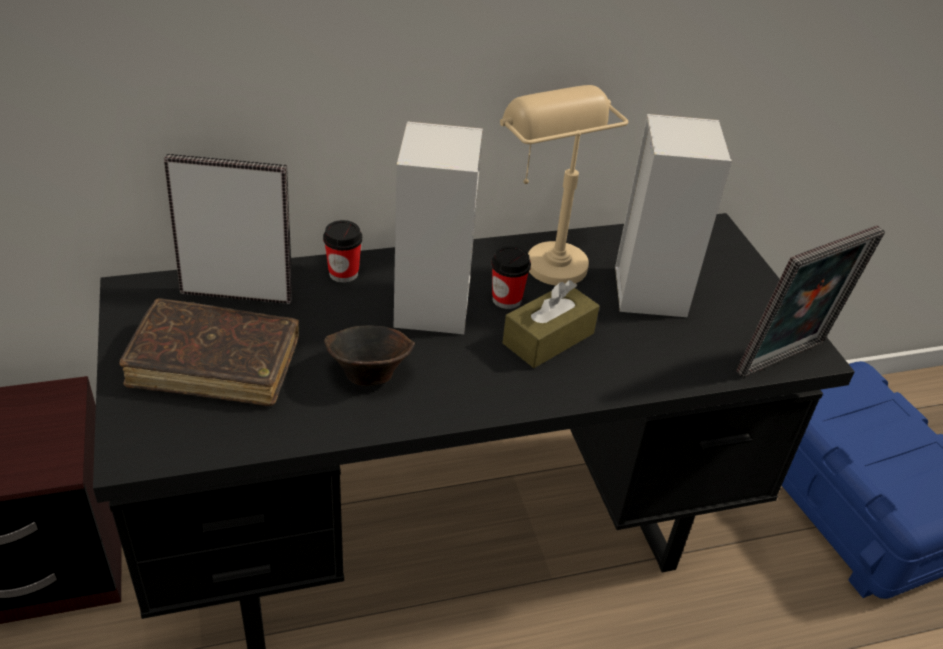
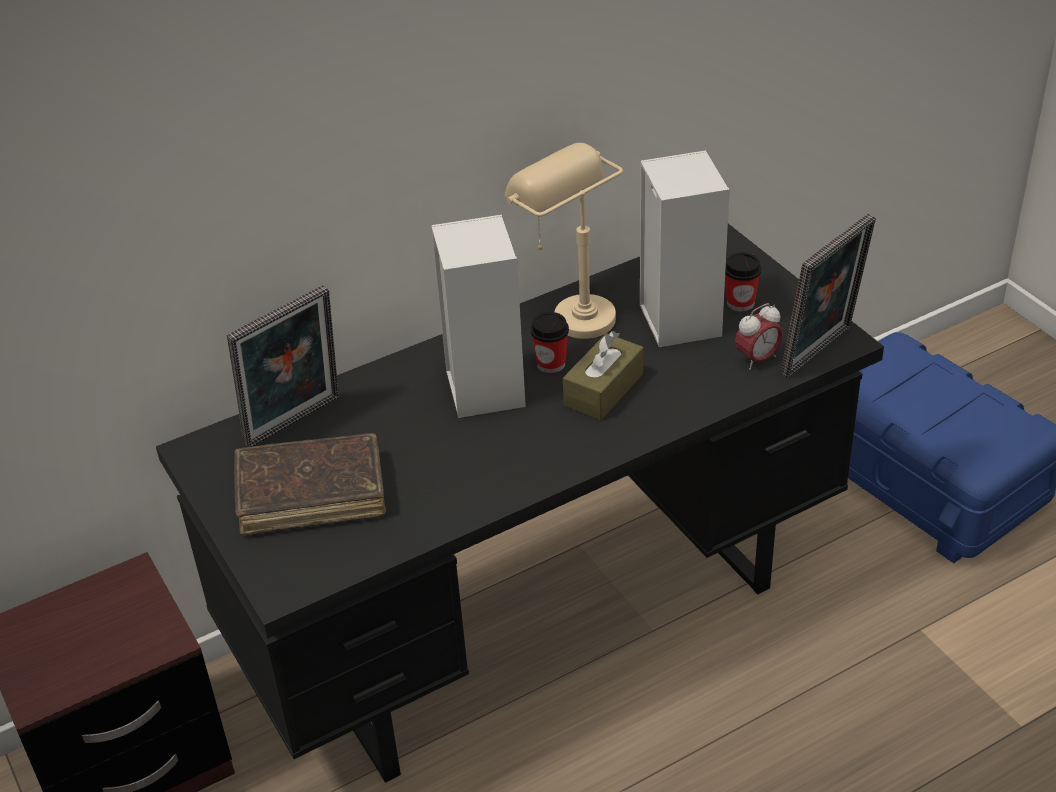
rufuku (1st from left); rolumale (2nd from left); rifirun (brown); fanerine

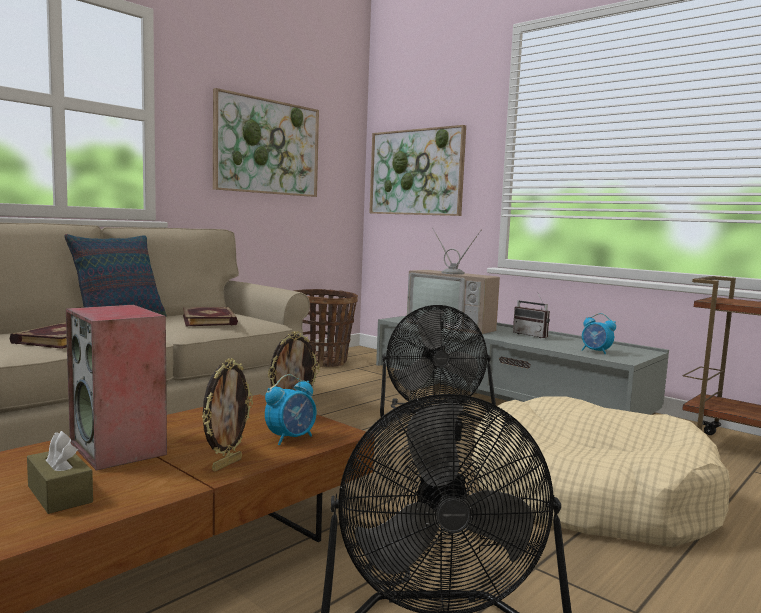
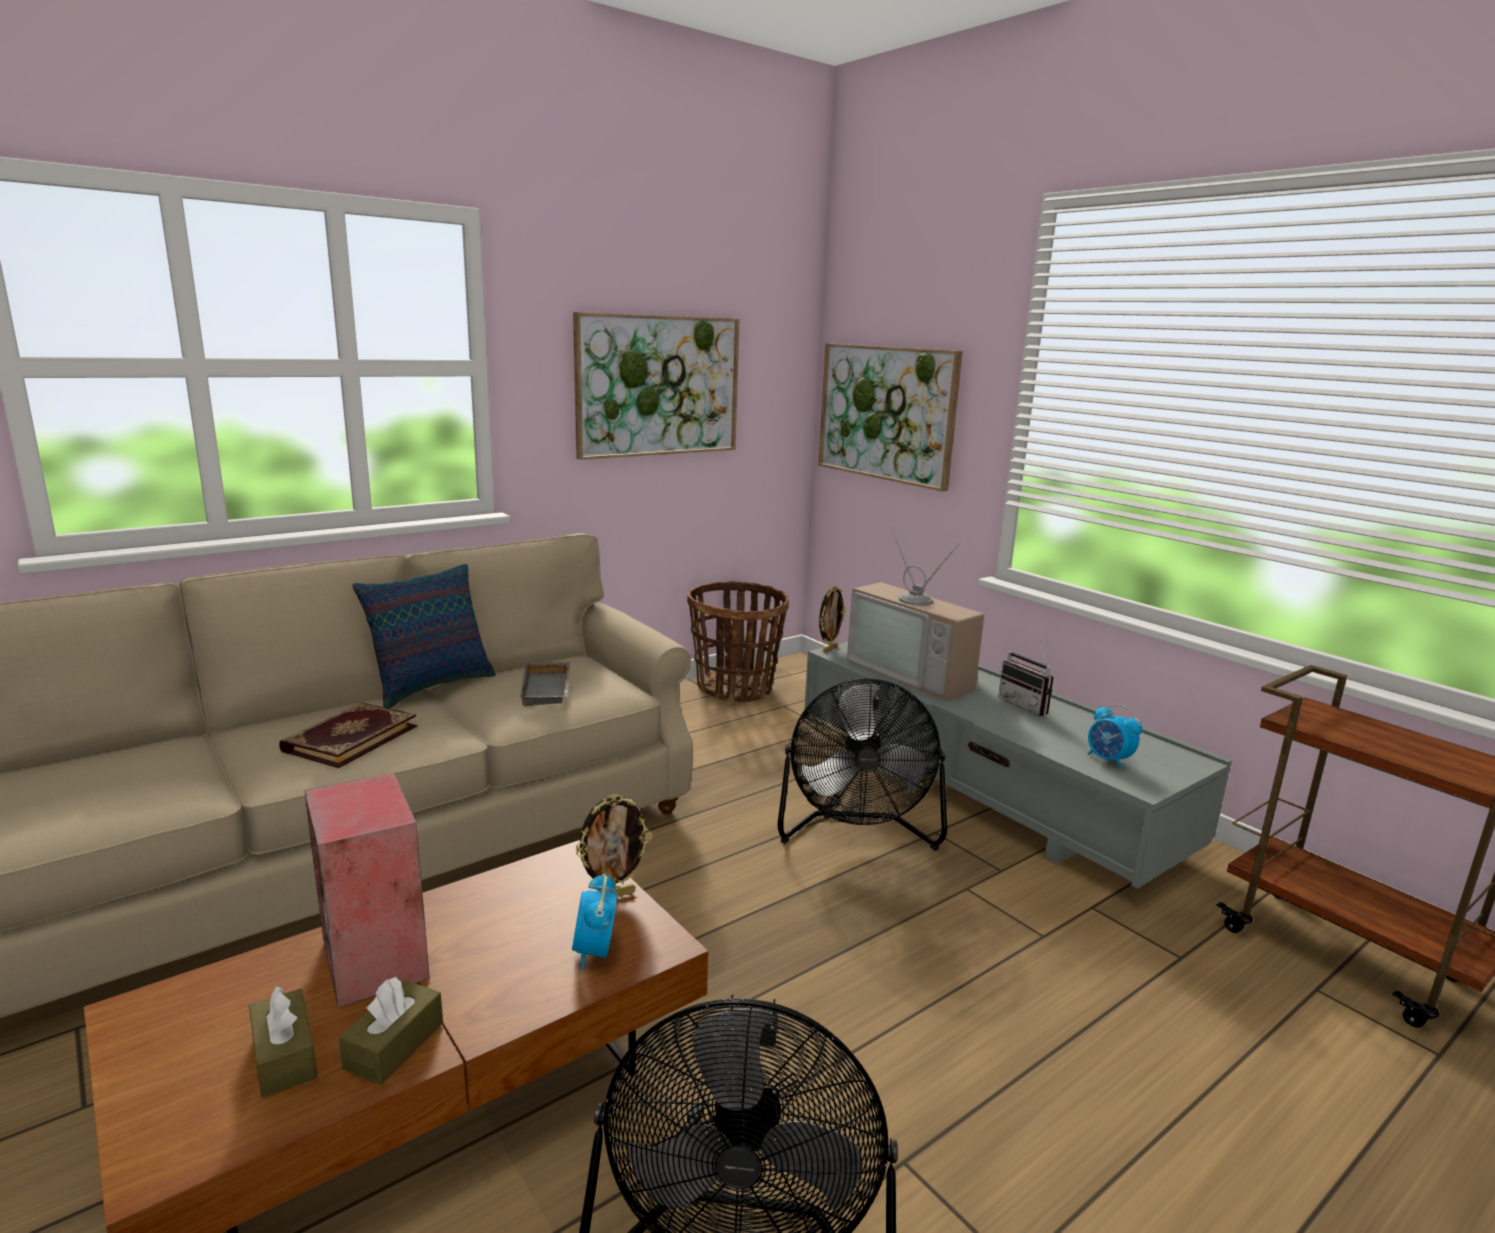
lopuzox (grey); rufuku (2nd from left); fanerine (1st from left); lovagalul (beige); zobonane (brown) (2nd from left)

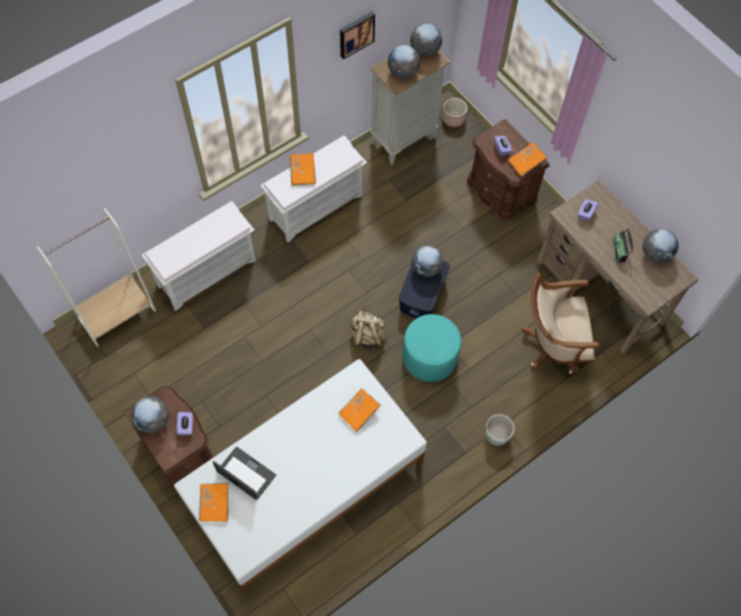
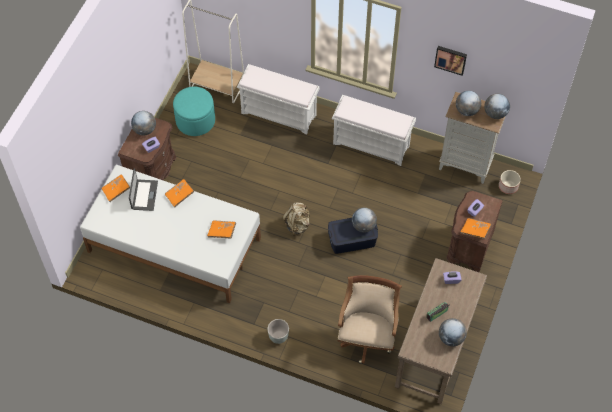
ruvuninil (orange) (2nd from left); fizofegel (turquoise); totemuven

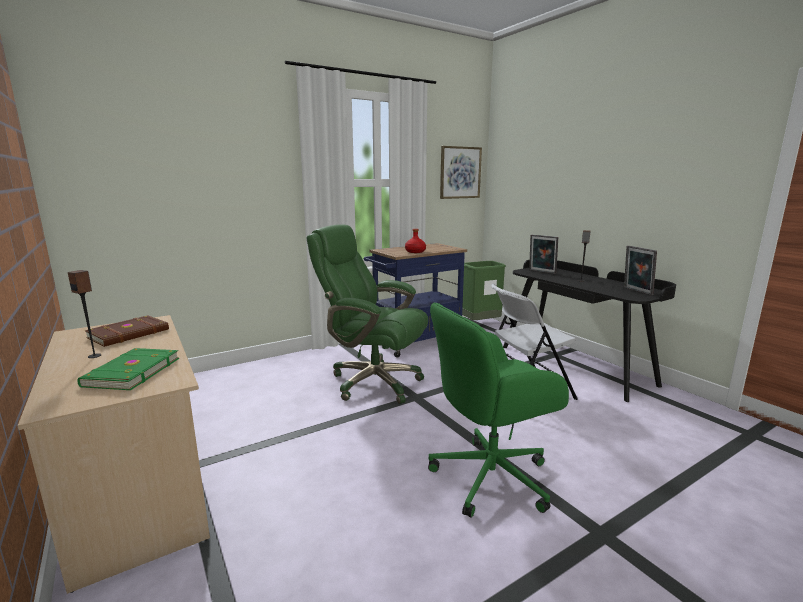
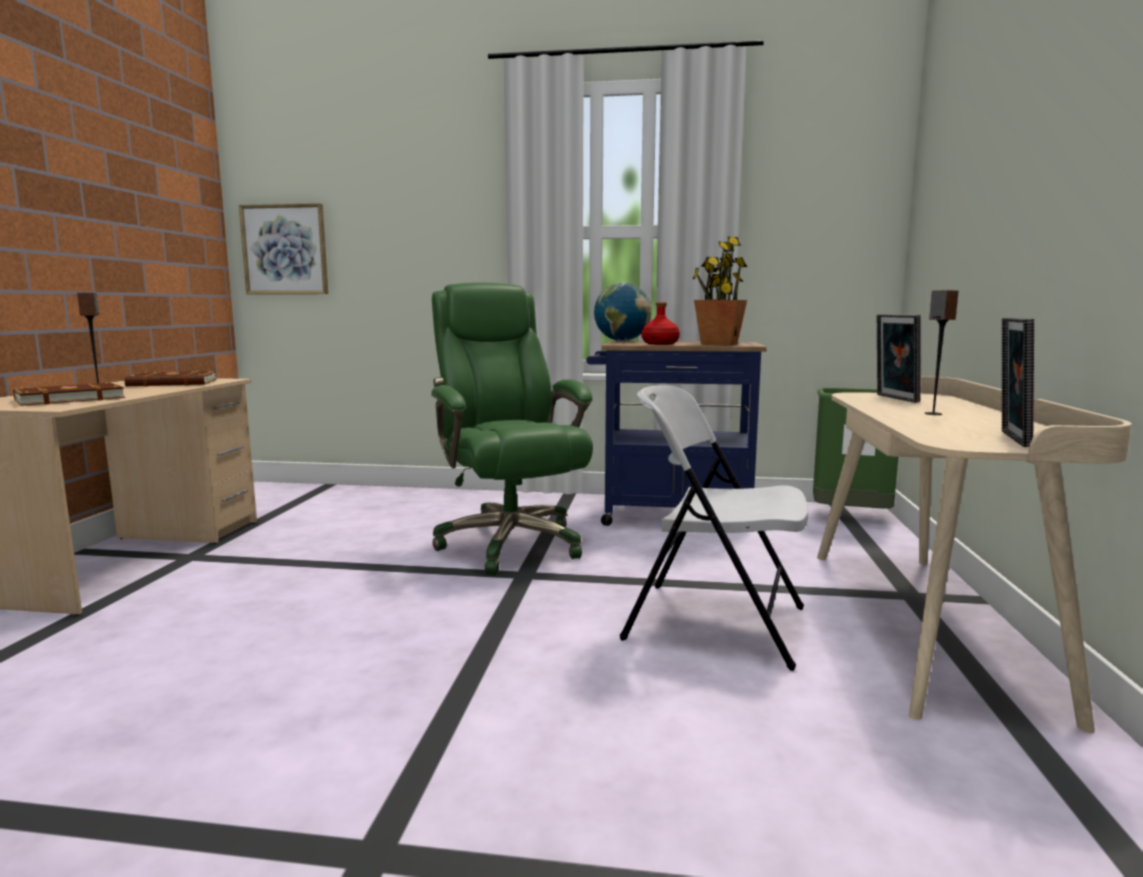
ruvuninil (brown) (1st from left); totemuven (green) (2nd from left in the first image); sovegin; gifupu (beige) (2nd from left); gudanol; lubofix

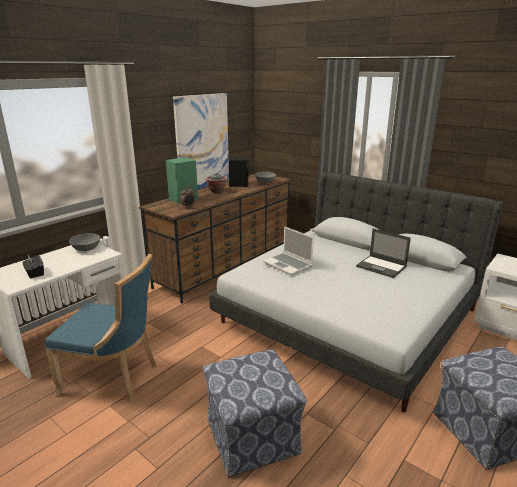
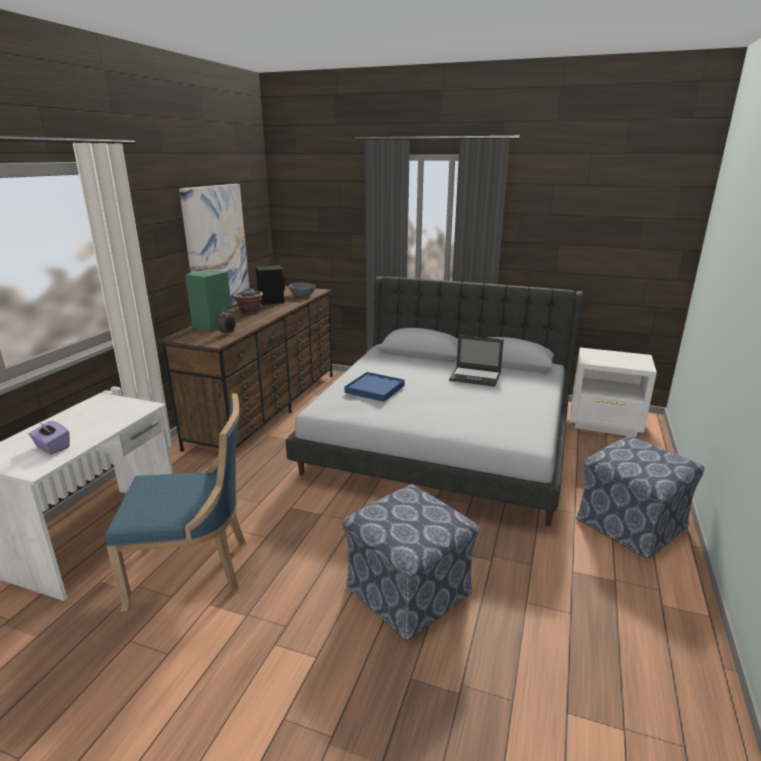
zobonane (purple); rifirun (grey) (1st from left in the first image); lopuzox (blue)

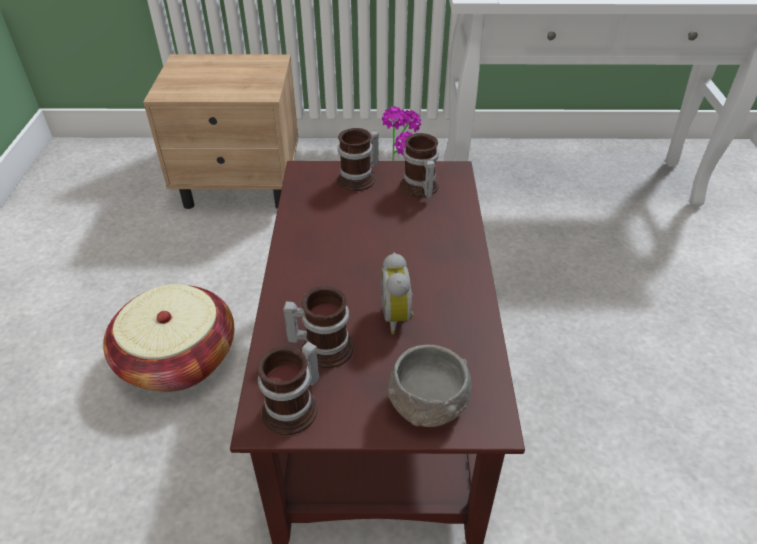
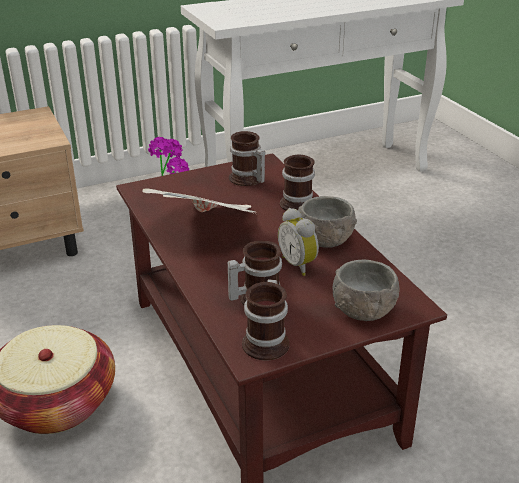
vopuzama (4th from left); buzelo; rifirun (grey) (1st from left)

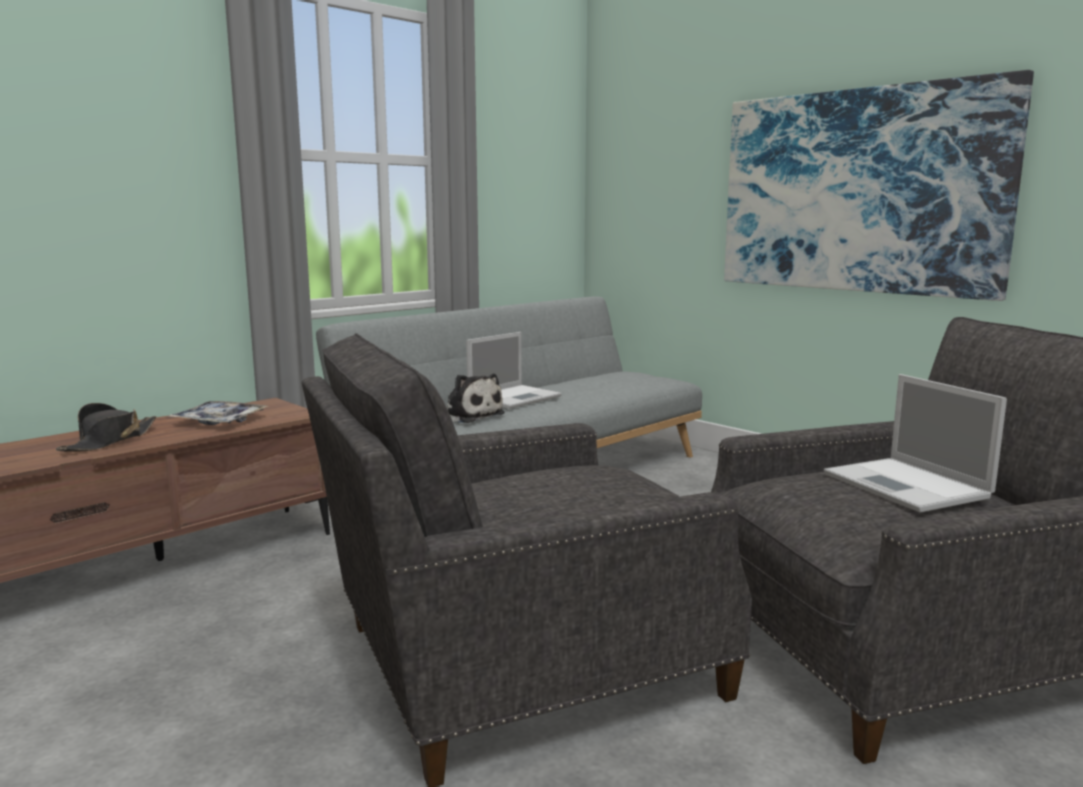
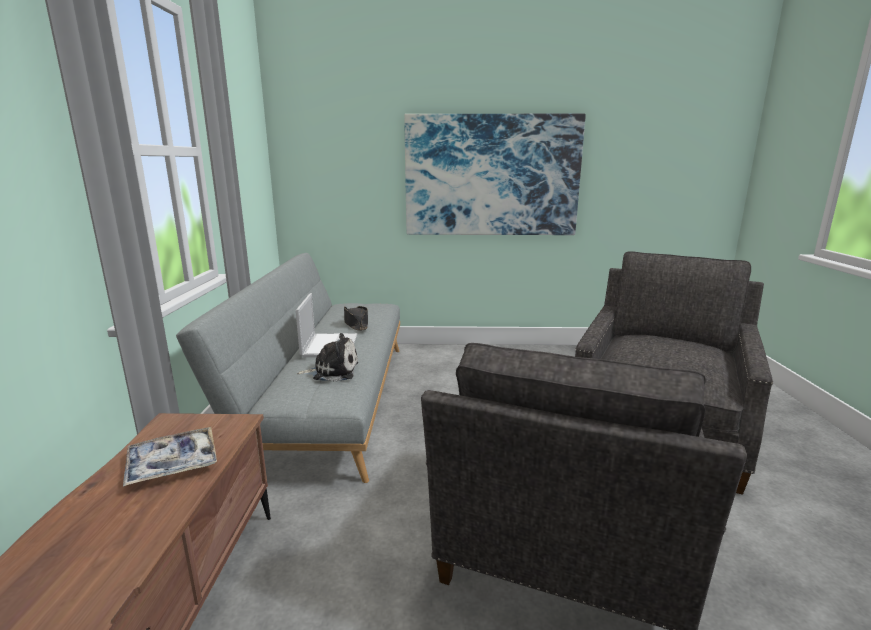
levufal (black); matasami (2nd from left in the first image)

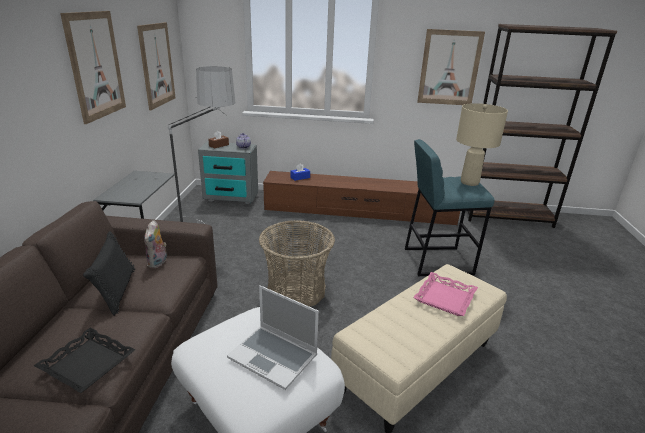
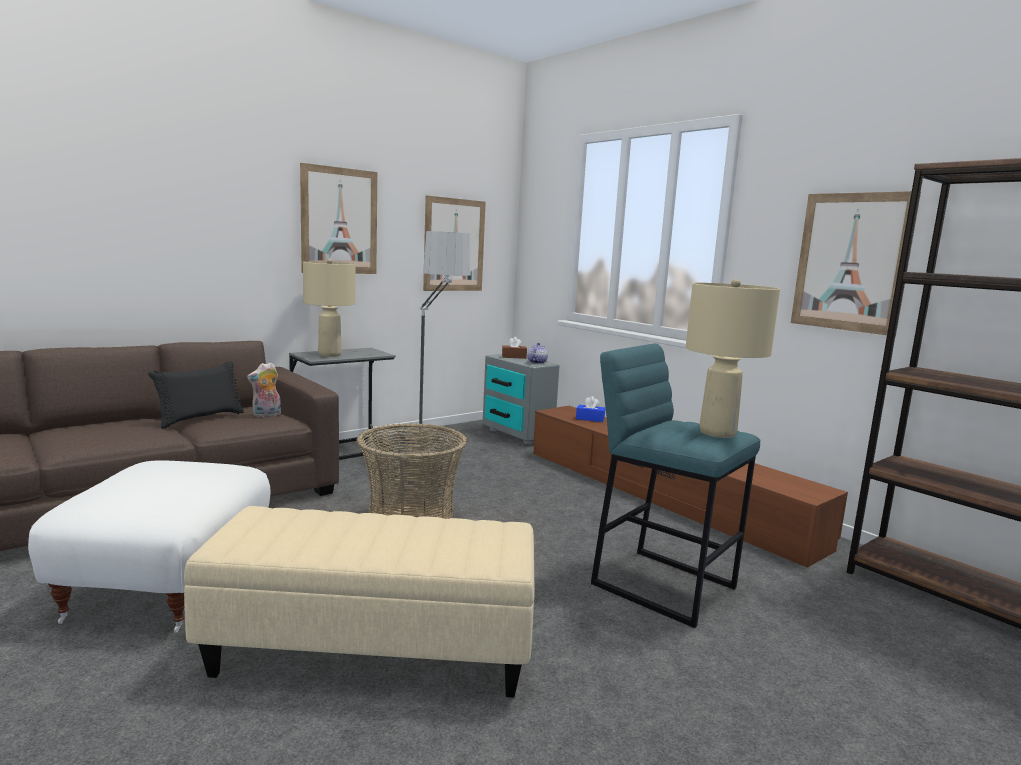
lopuzox (black); matasami; lopuzox (pink); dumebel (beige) (1st from left)

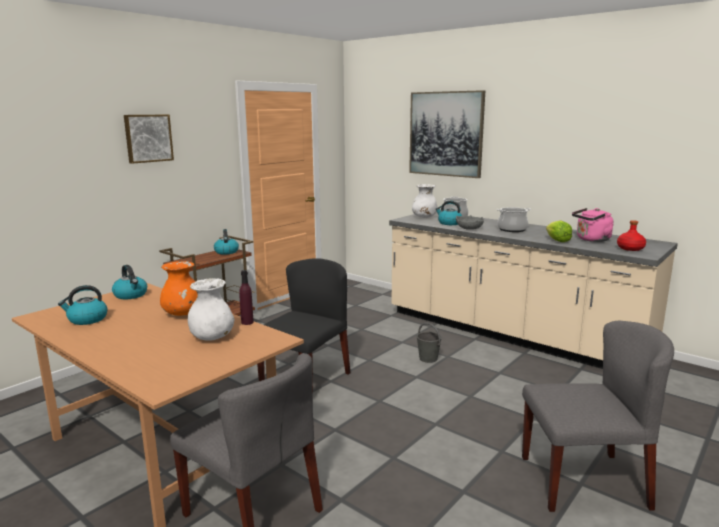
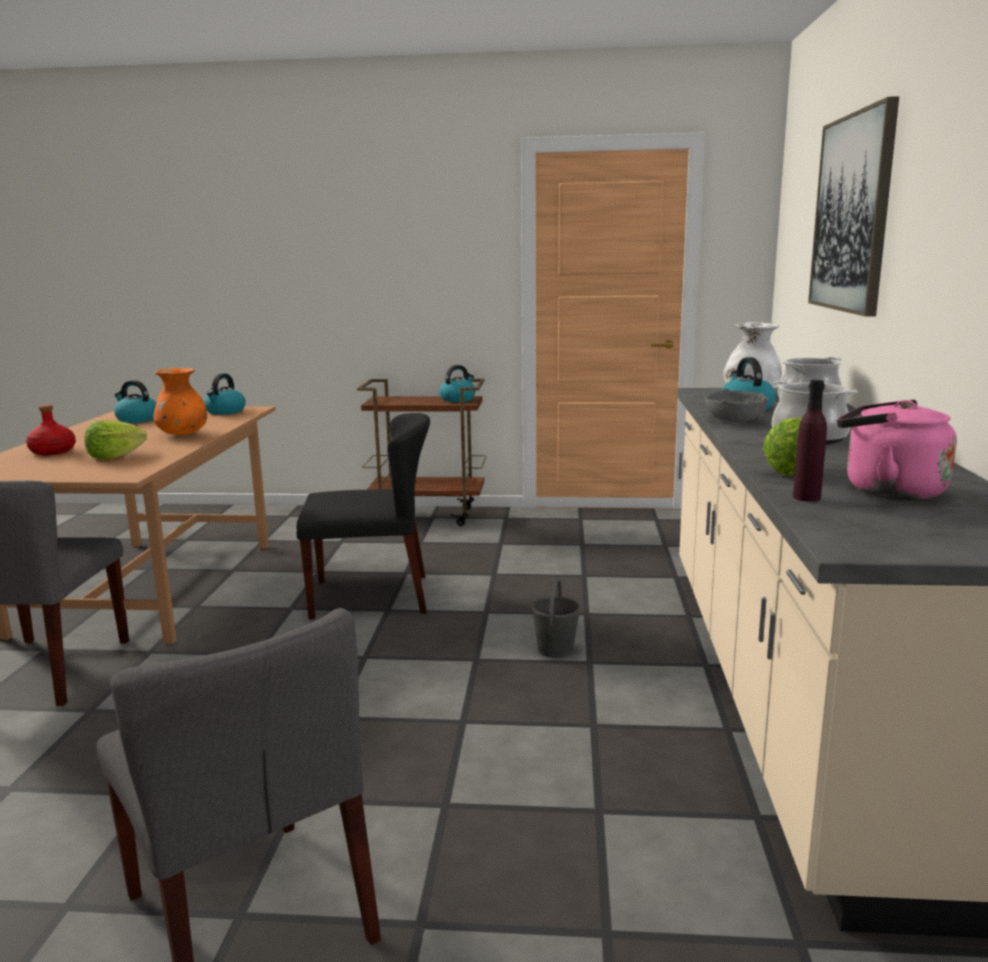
sovegin (1st from left in the first image); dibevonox (1st from left); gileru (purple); gileru (red)

